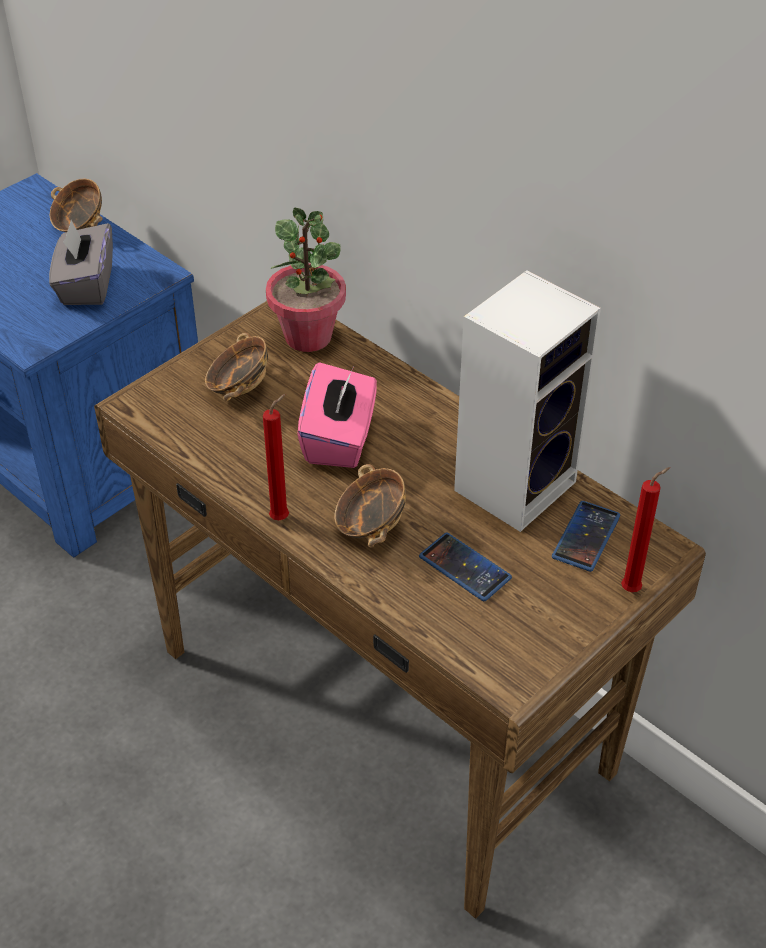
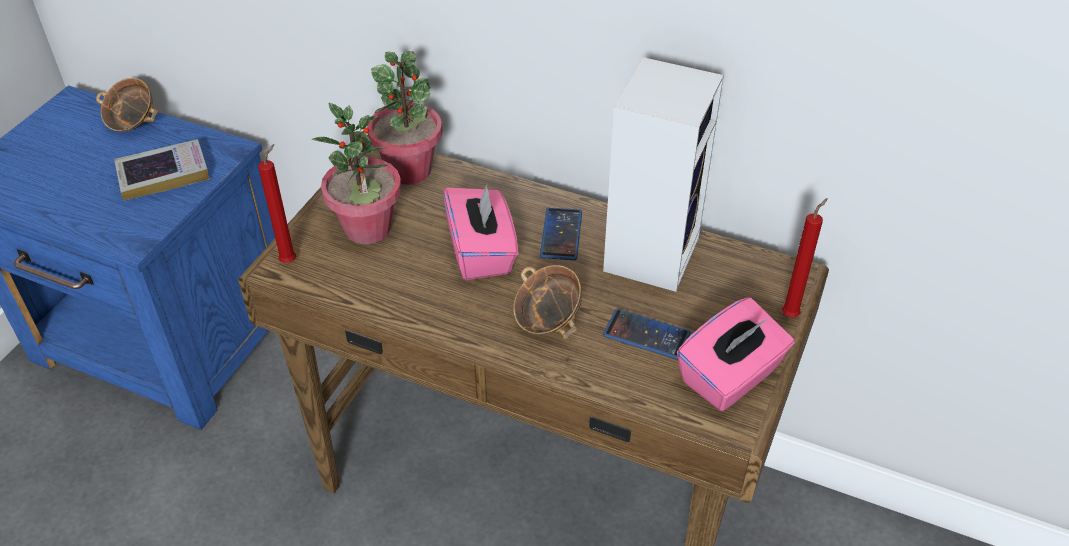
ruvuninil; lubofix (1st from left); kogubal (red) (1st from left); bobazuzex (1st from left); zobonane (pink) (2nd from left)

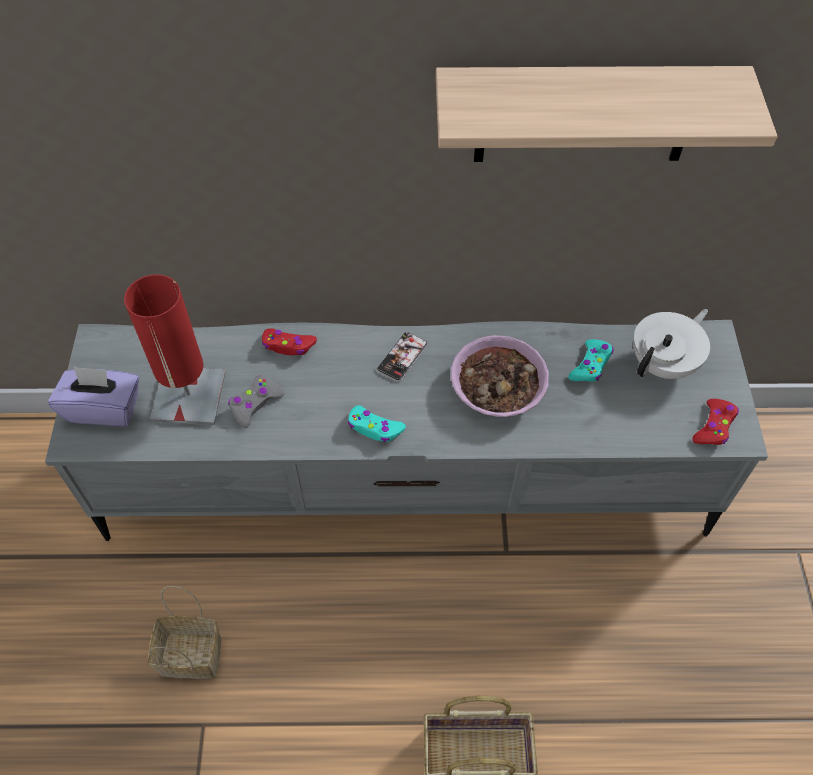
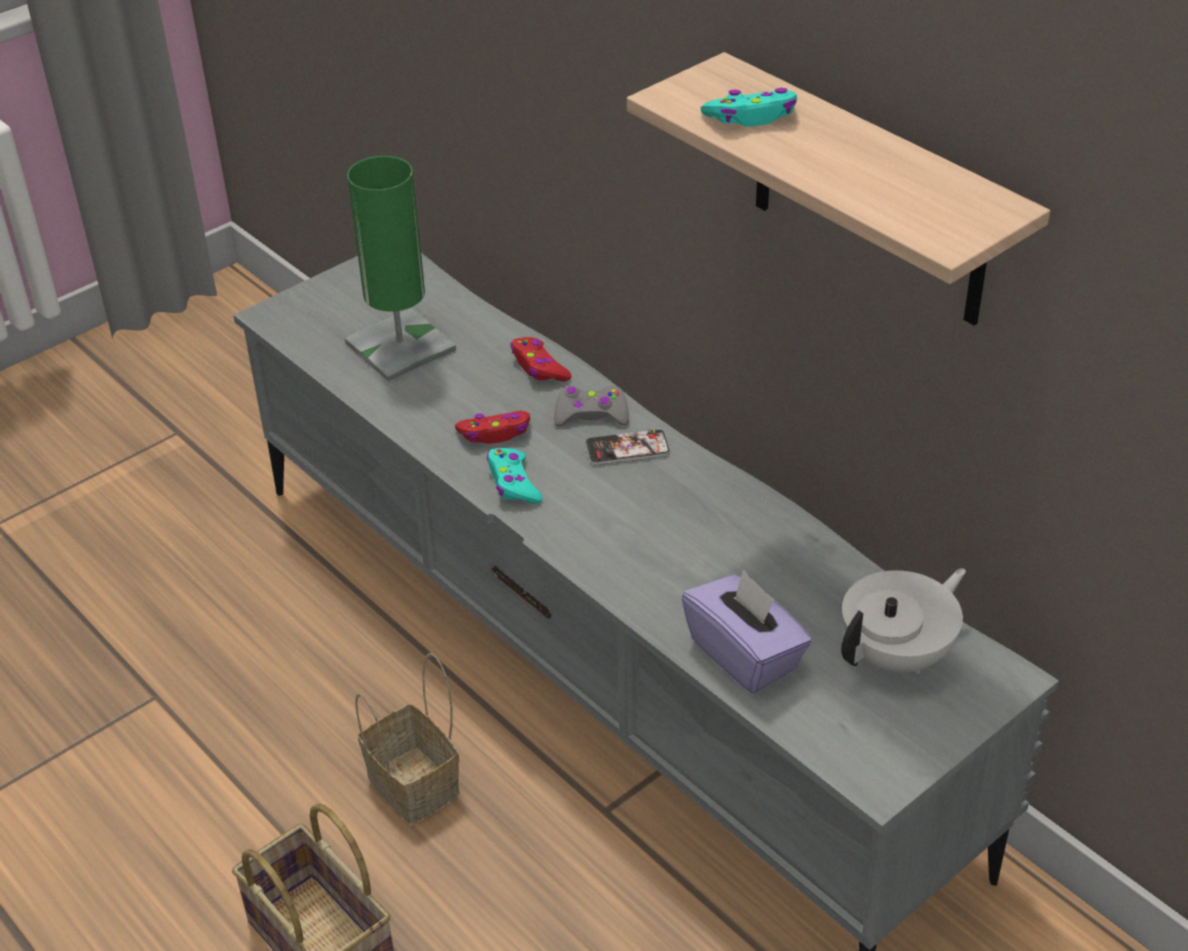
zobonane (purple); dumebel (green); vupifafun (2nd from left); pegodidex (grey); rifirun; pegodidex (turquoise) (2nd from left); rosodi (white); pegodidex (red) (1st from left)

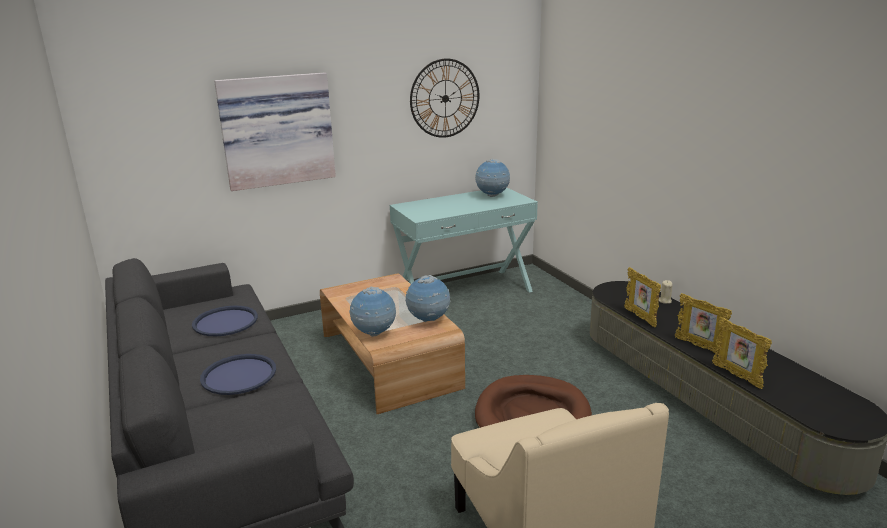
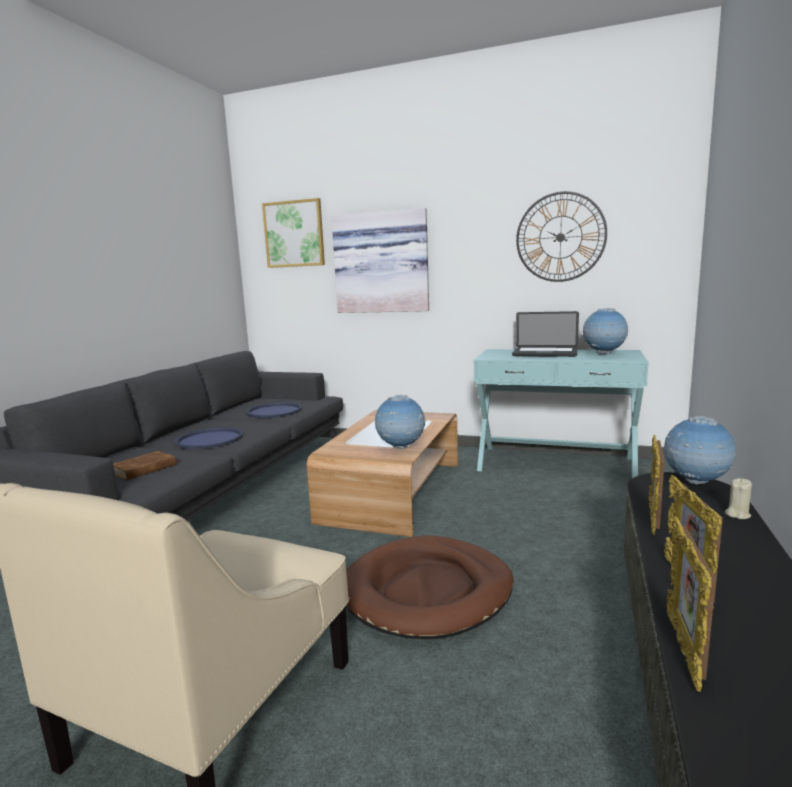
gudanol (3rd from left); ruvuninil (brown); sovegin (1st from left); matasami

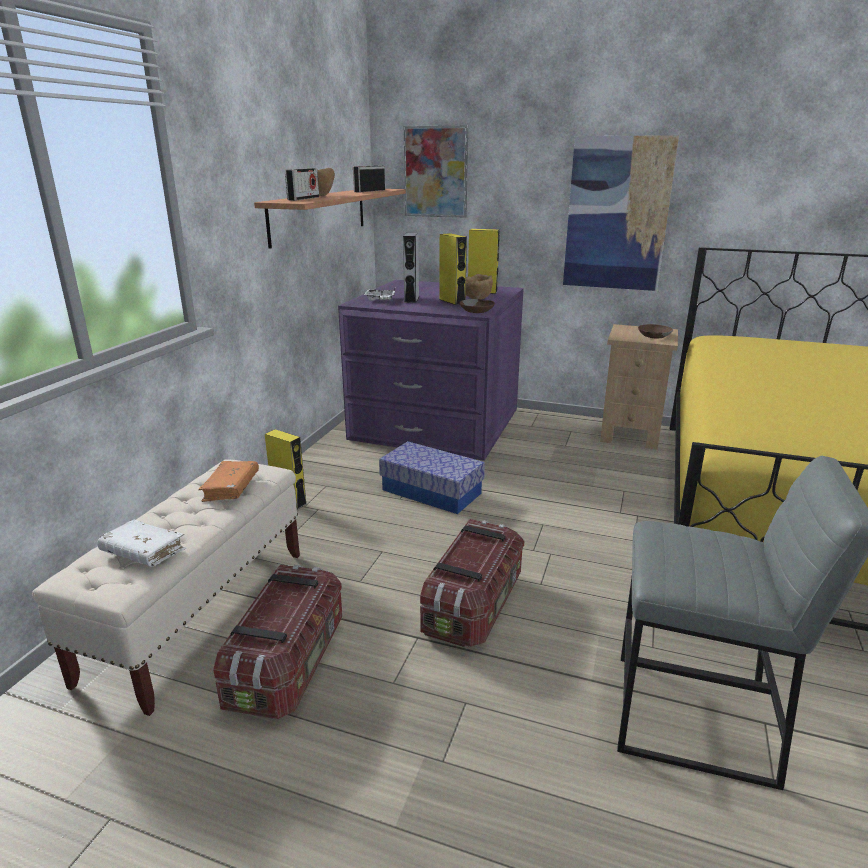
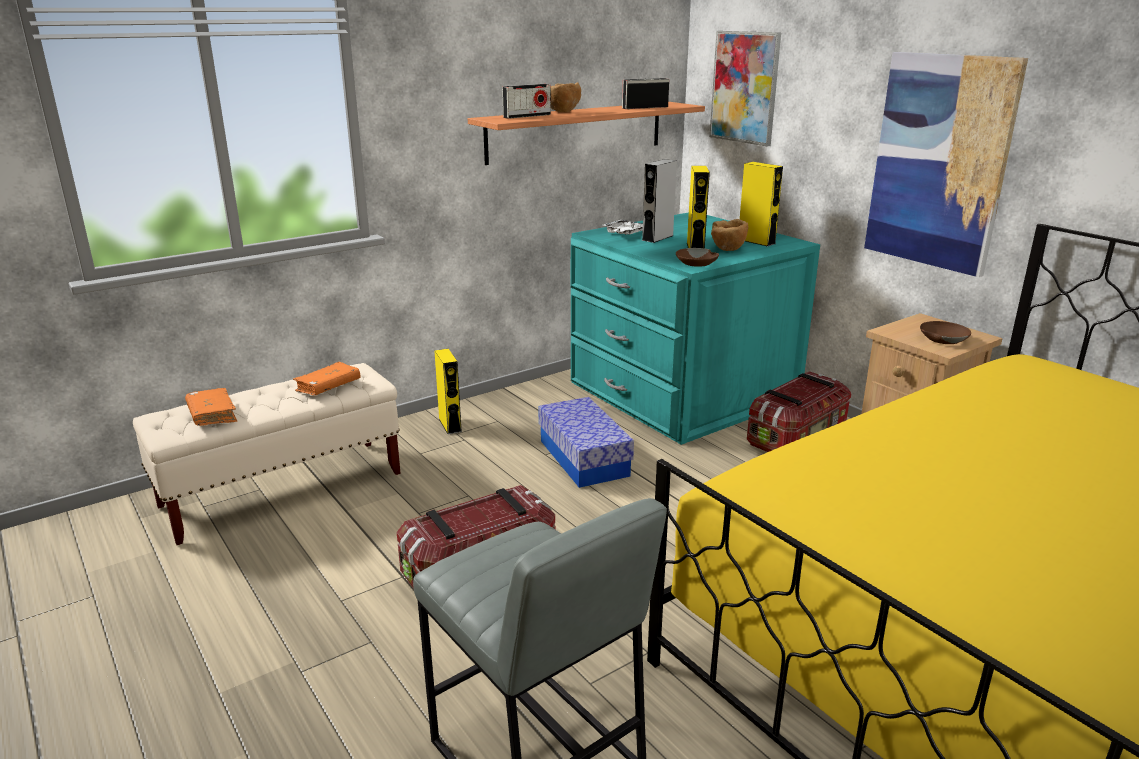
ruvuninil (orange) (1st from left); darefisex (3rd from left); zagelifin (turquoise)

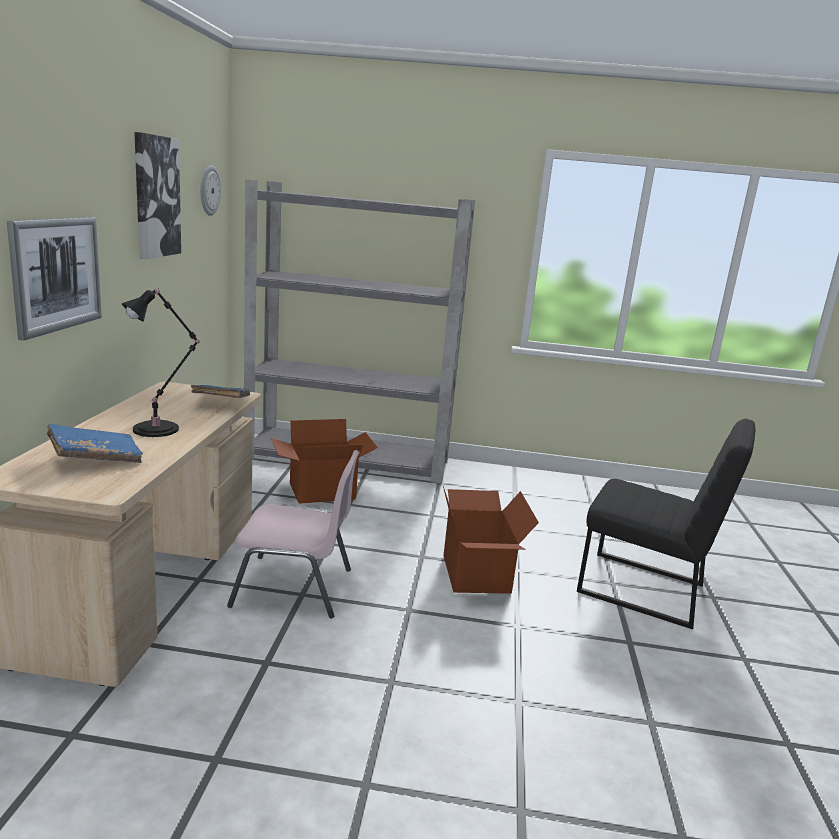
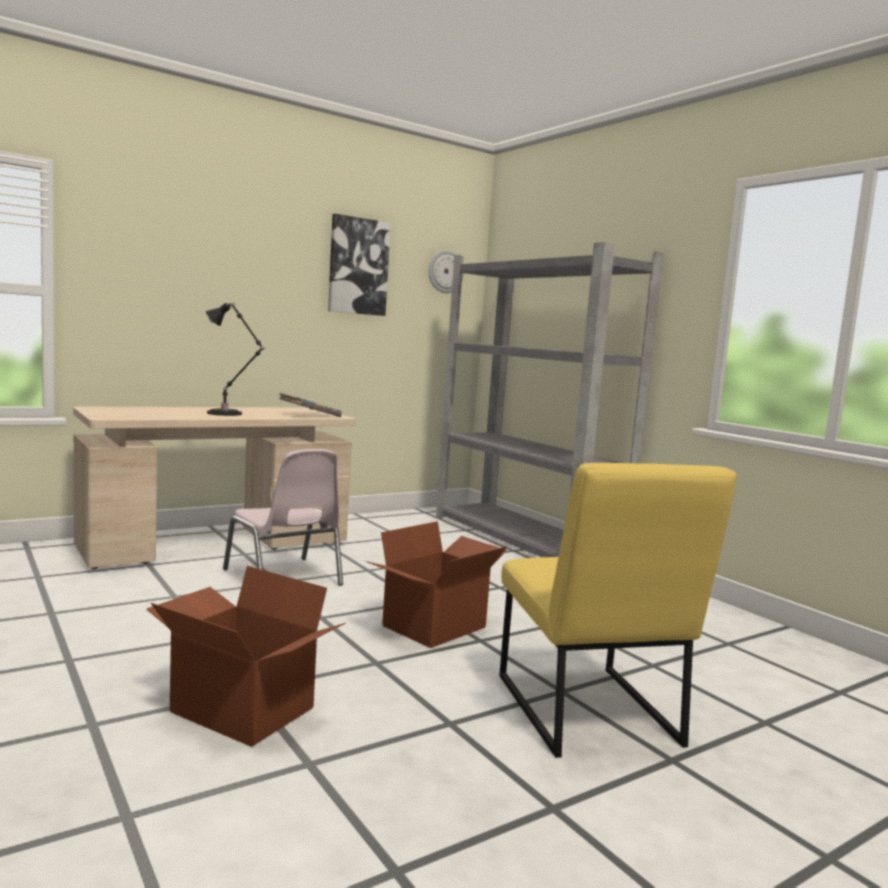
sovegin (1st from left in the first image); ruvuninil (blue) (1st from left in the first image); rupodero (1st from left); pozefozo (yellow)

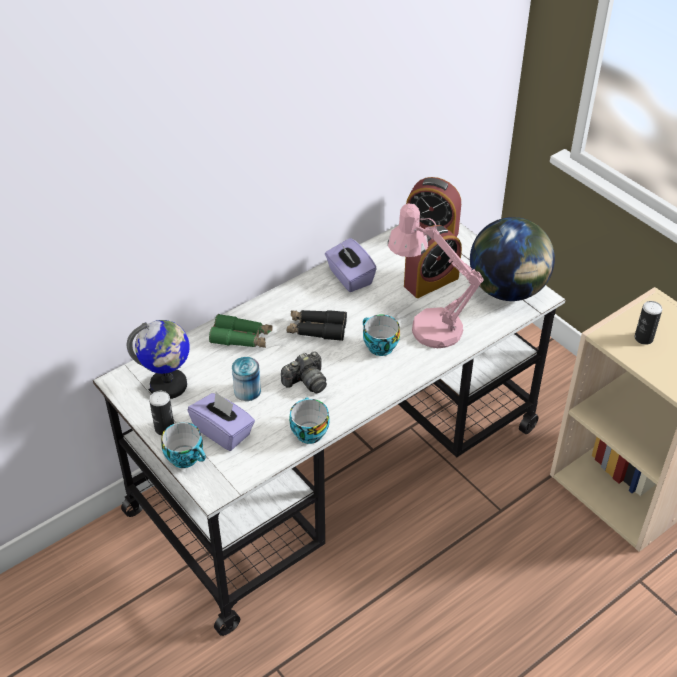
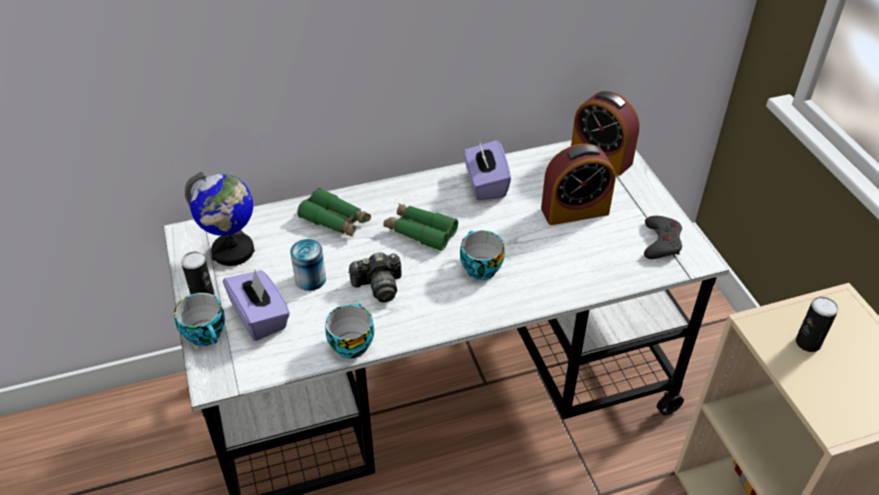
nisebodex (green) (2nd from left); dumebel (pink); pegodidex (grey)

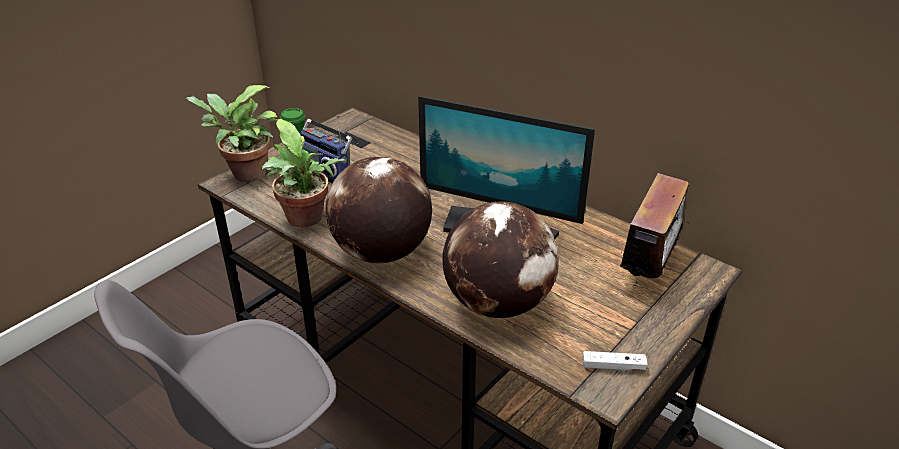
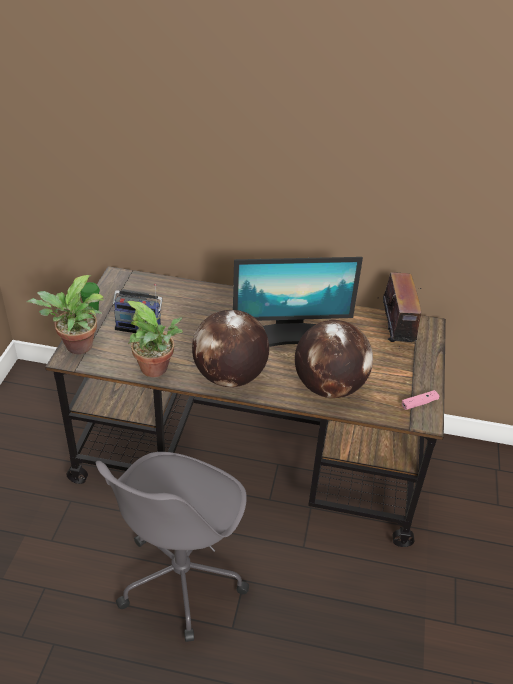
pegodidex (pink)

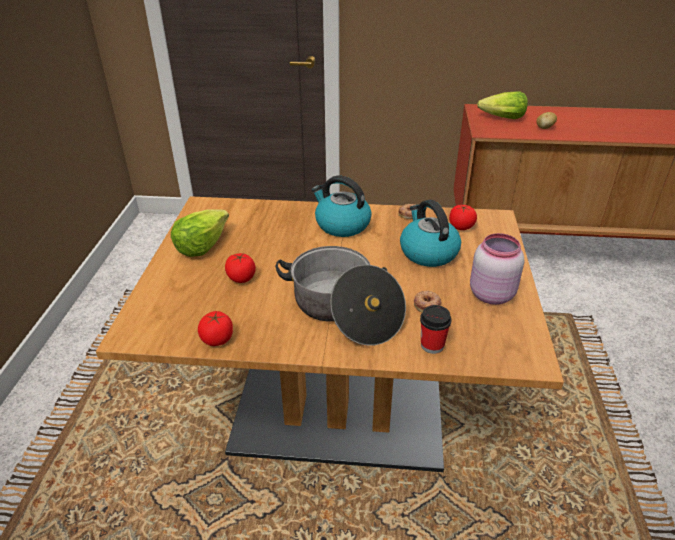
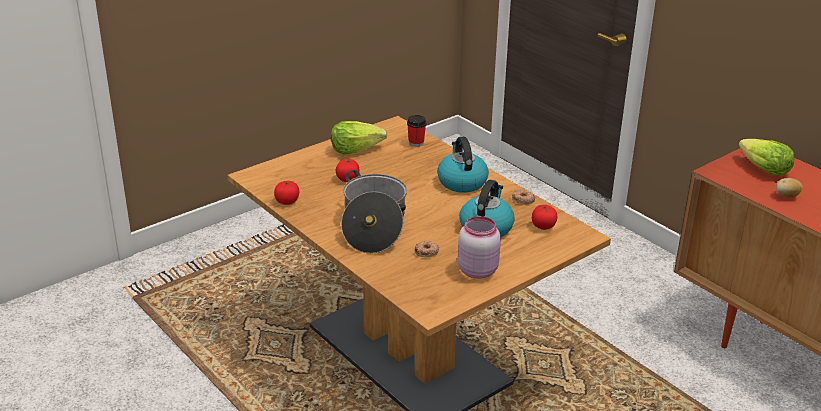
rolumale

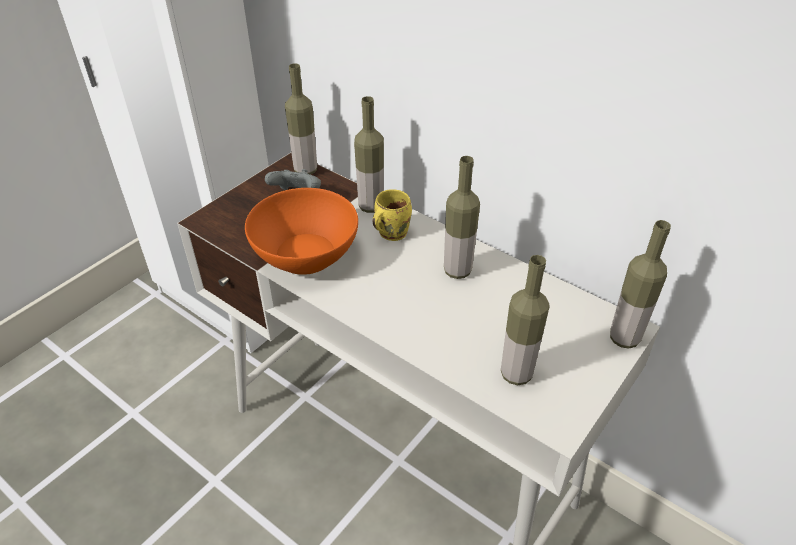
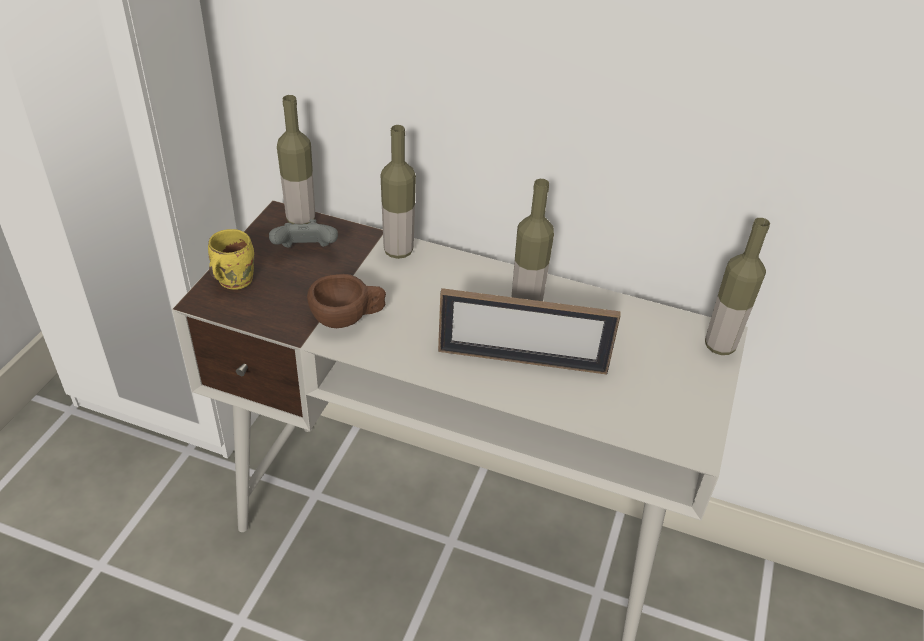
rolumale (brown); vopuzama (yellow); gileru (4th from left in the first image); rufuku

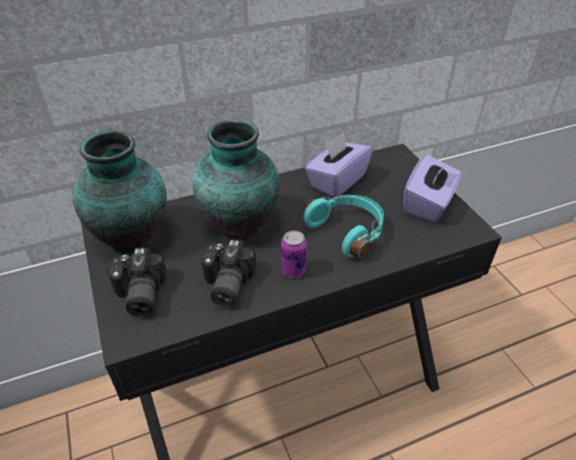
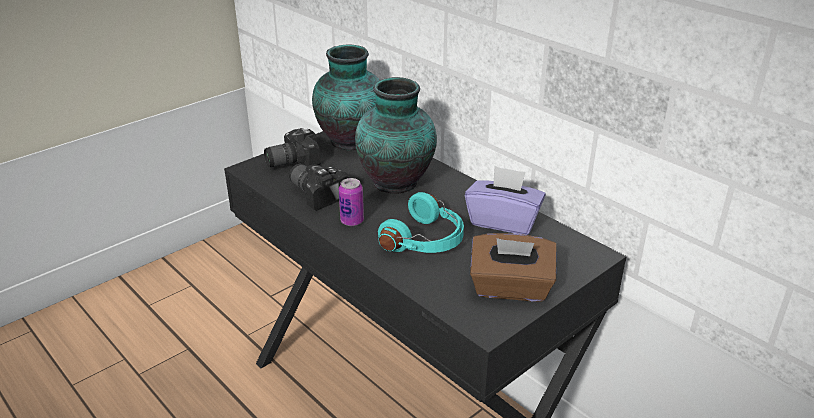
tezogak (2nd from left); zobonane (brown)

